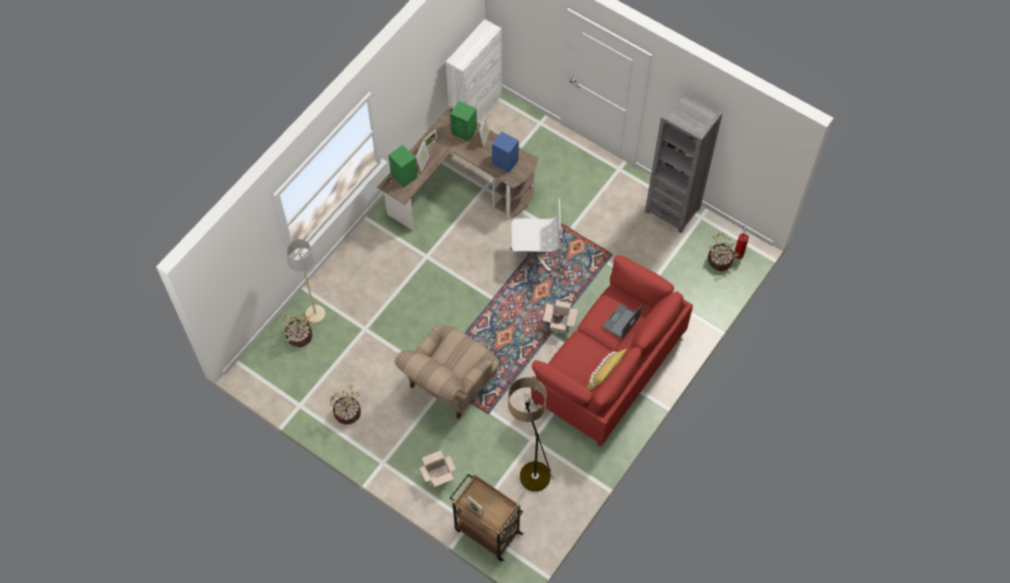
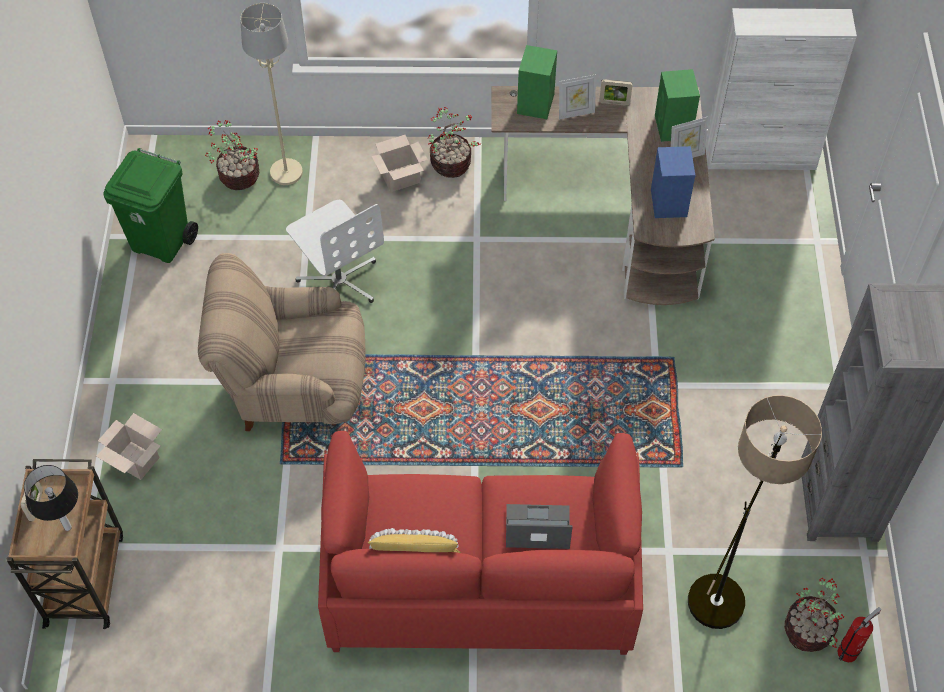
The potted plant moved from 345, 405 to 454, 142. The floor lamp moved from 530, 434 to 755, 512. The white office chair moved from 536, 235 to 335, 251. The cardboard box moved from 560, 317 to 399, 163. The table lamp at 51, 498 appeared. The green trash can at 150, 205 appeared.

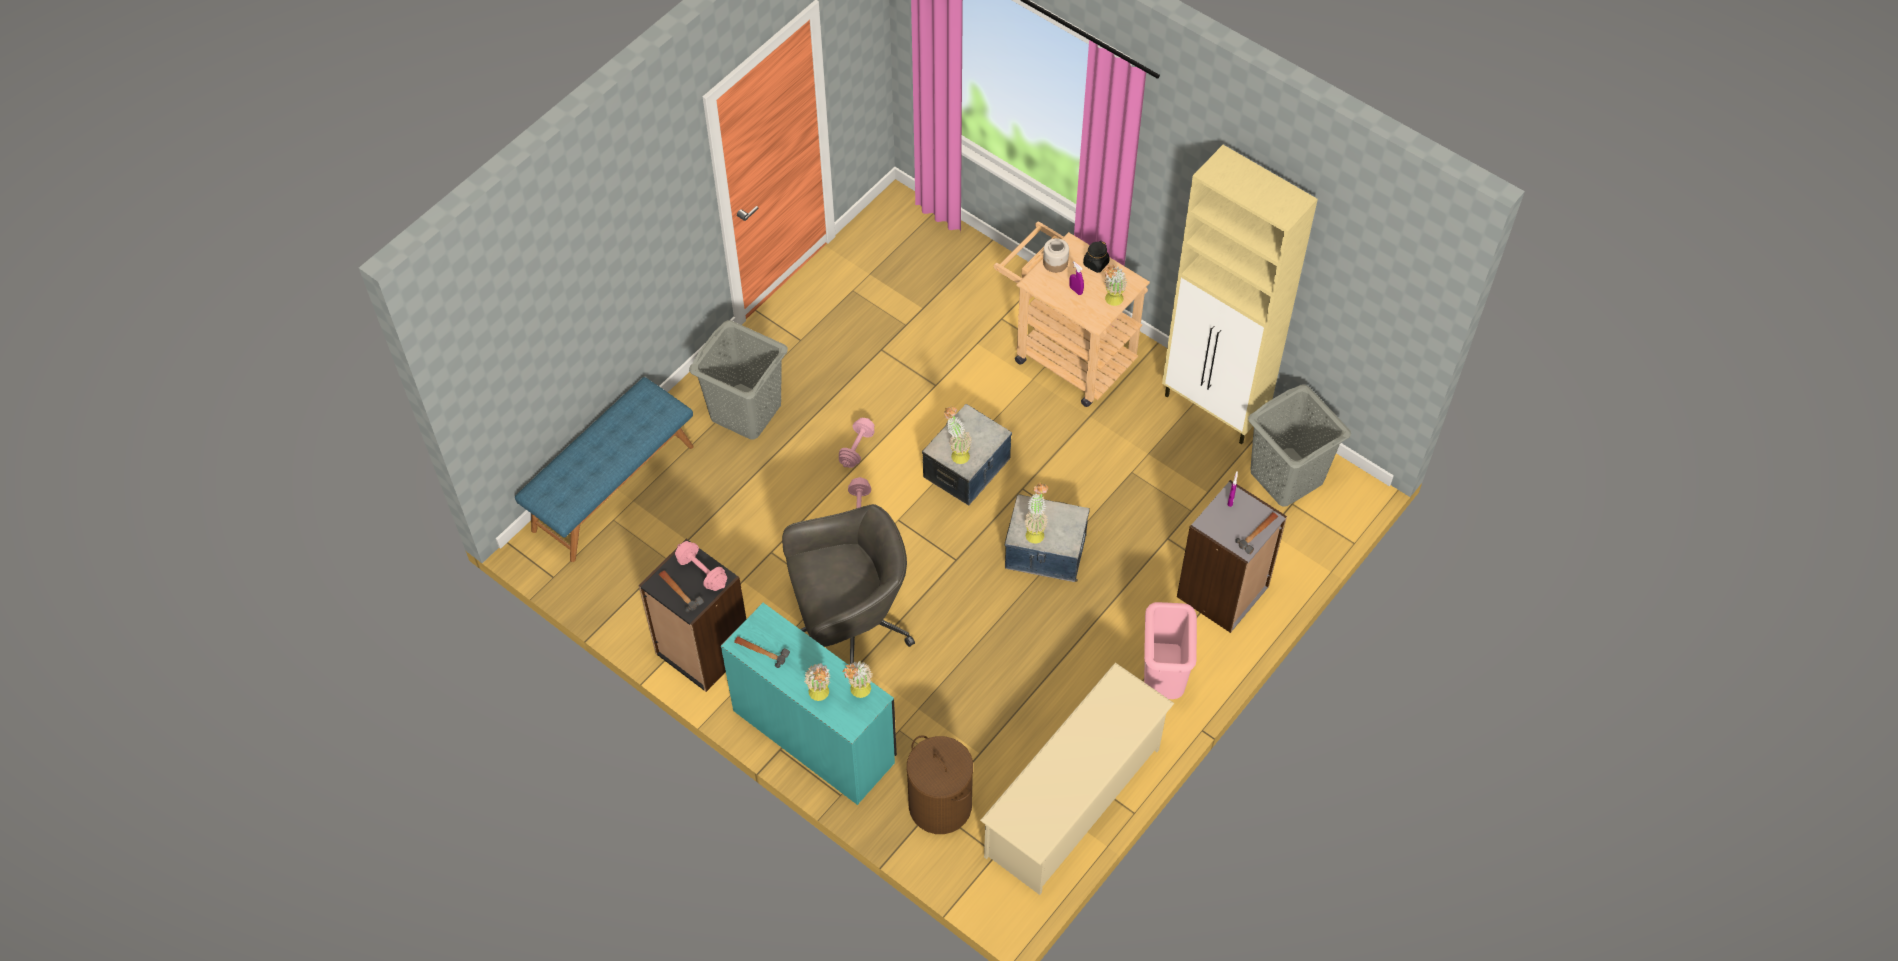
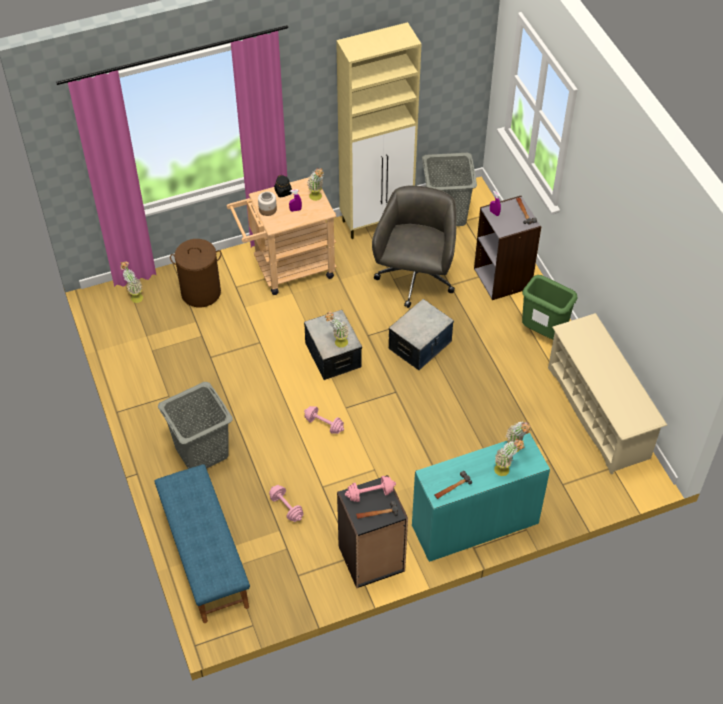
The grey office chair moved from 848, 584 to 414, 246. The pink dumbbell moved from 856, 443 to 286, 503. The brown laundry basket moved from 940, 784 to 195, 273. The potted plant moved from 1036, 512 to 131, 282. The pink trash can at 1170, 650 became the green trash can at 550, 307.

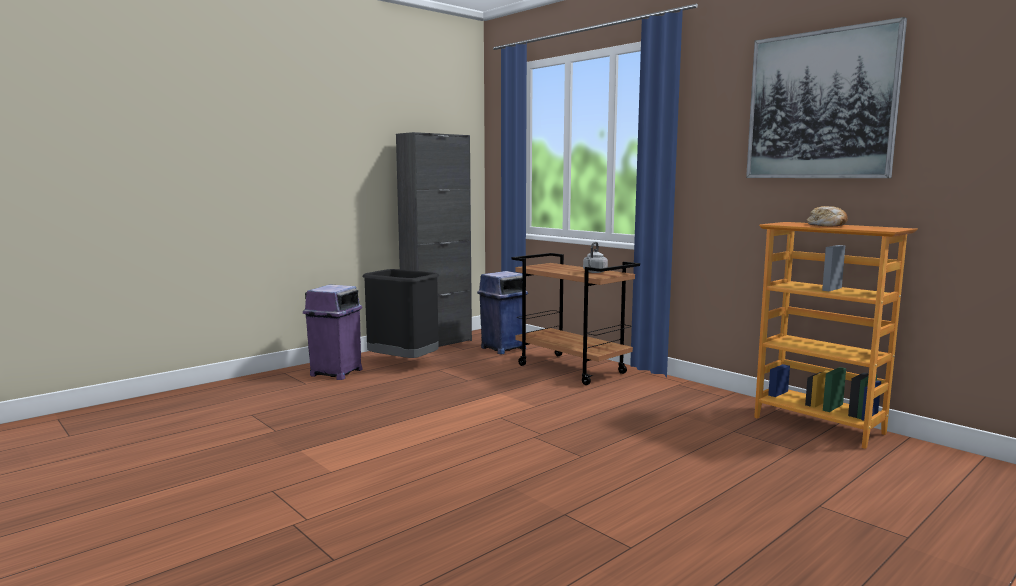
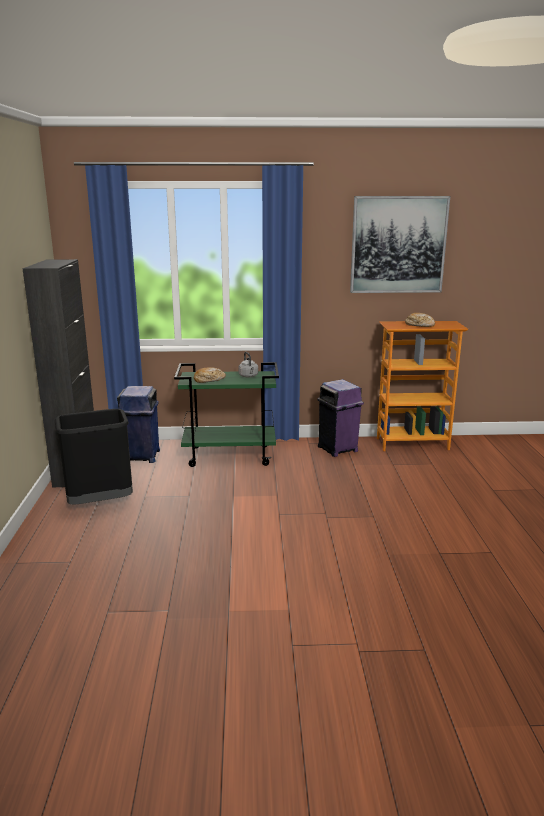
The purple trash can moved from 332, 332 to 340, 418. The brown cart at 575, 319 became the green cart at 226, 414. The bread at 210, 375 appeared.

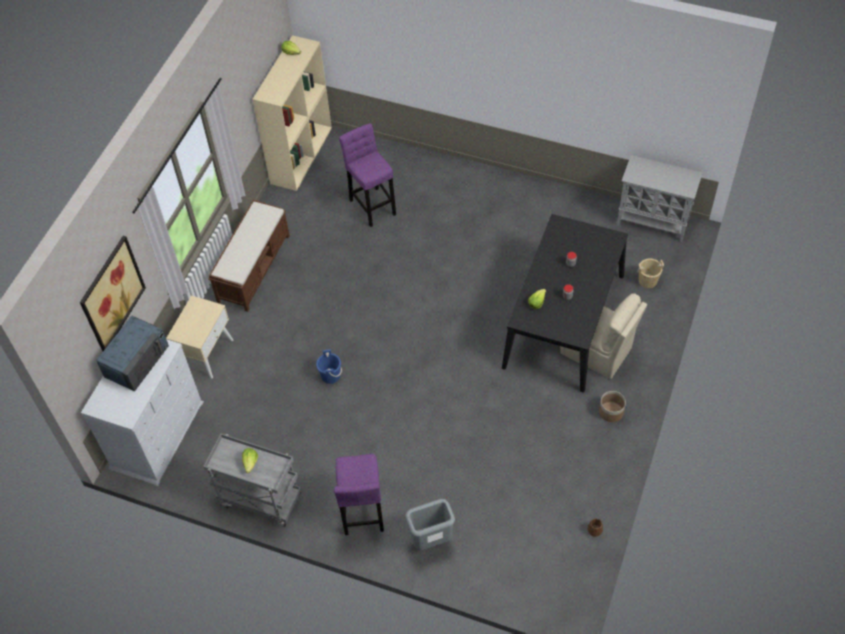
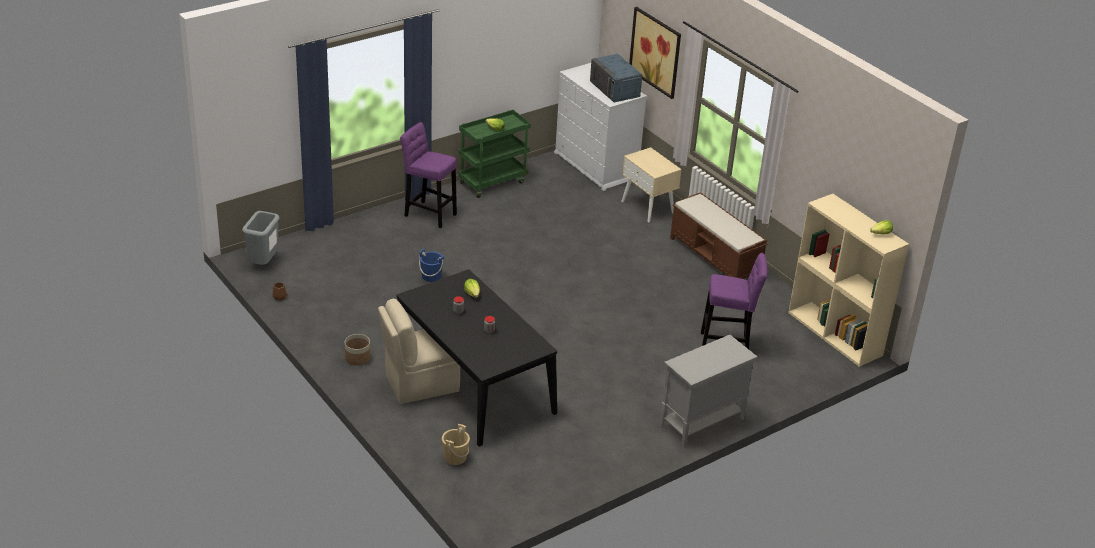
The grey cart at 252, 480 became the green cart at 494, 154. The blue bucket moved from 329, 367 to 431, 265. The grey trash can moved from 430, 524 to 260, 238. The grey cabinet moved from 660, 198 to 708, 391.

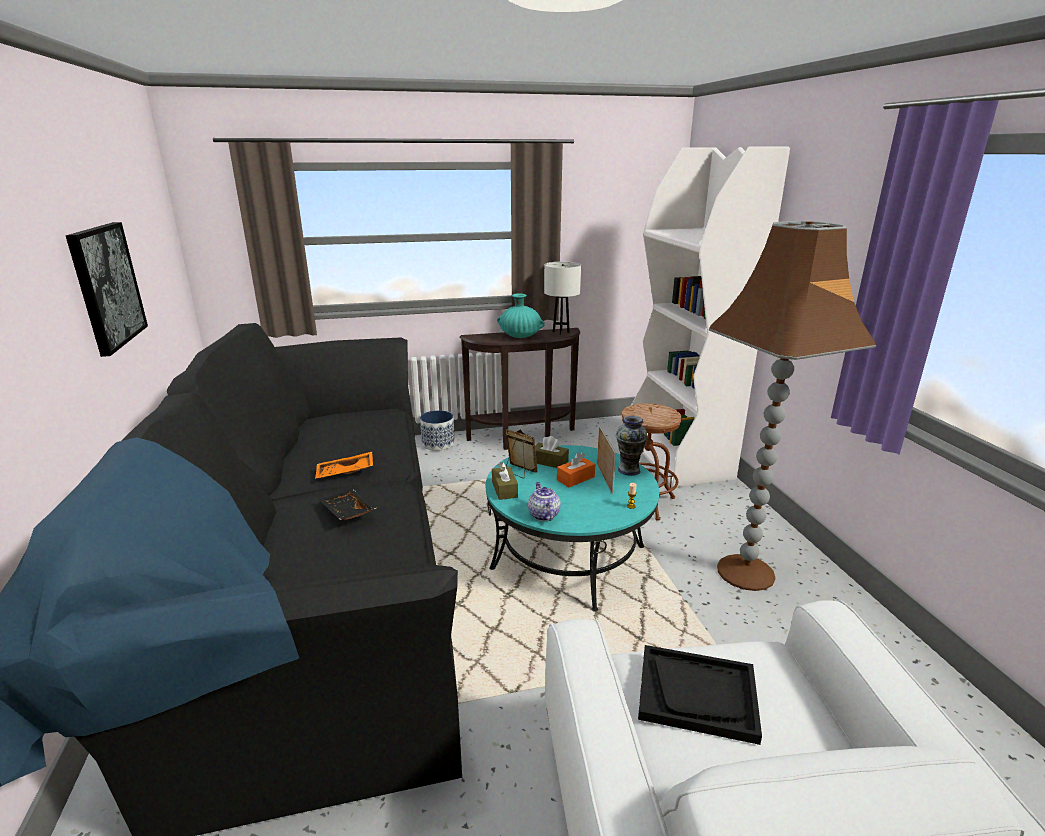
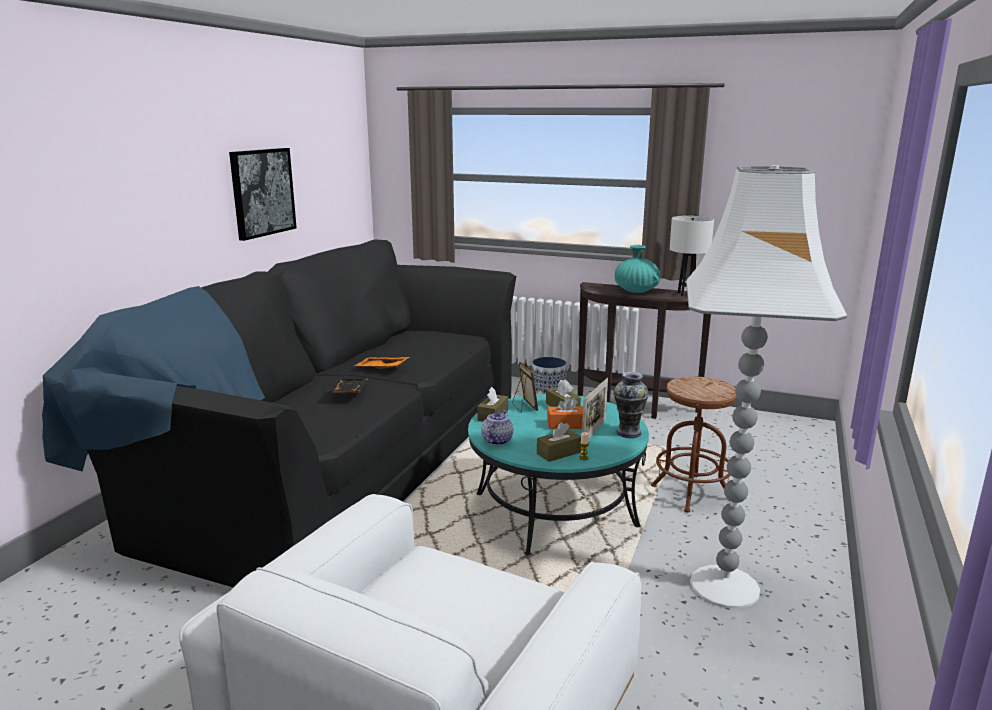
The white bookcase at 710, 317 disappeared. The black tray at 700, 695 disappeared. The brown floor lamp at 792, 406 became the white floor lamp at 766, 386. The brown tissue box at 559, 442 appeared.

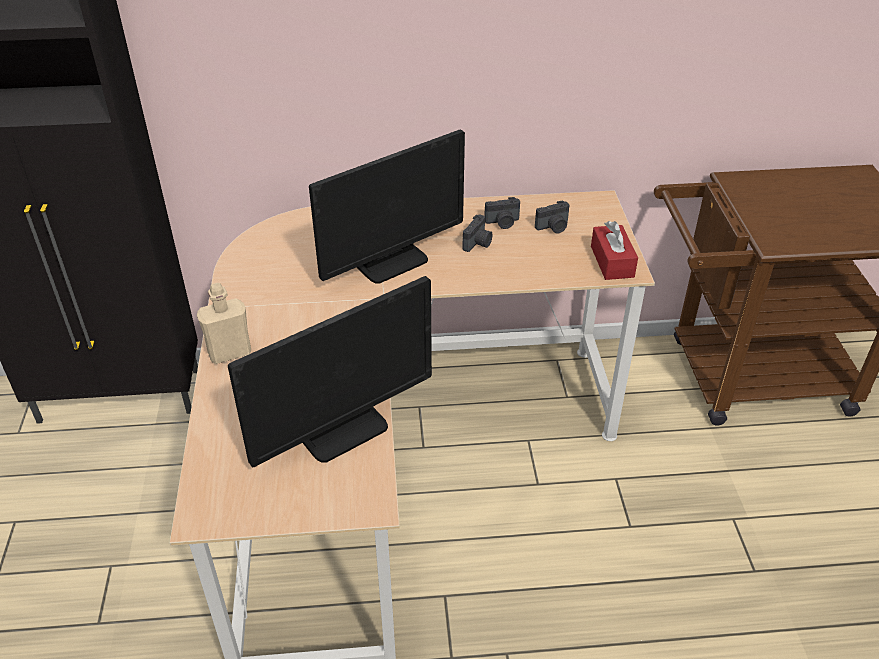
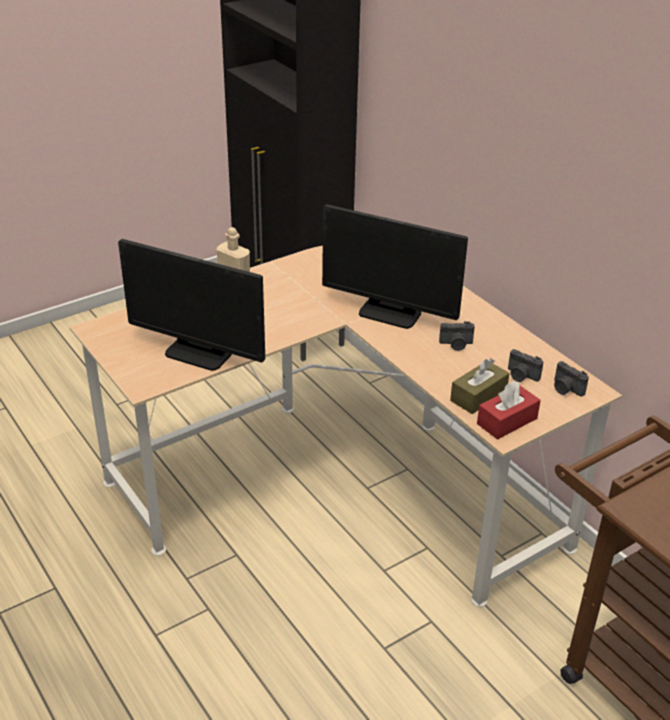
The photo camera moved from 502, 213 to 571, 379. The brown tissue box at 480, 386 appeared.

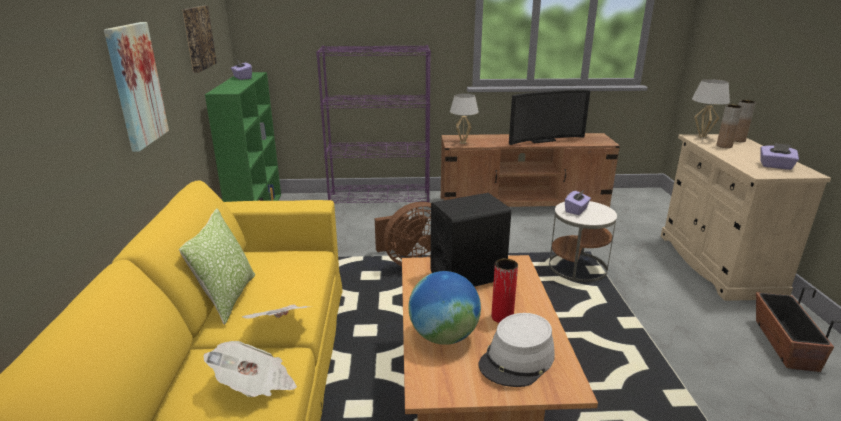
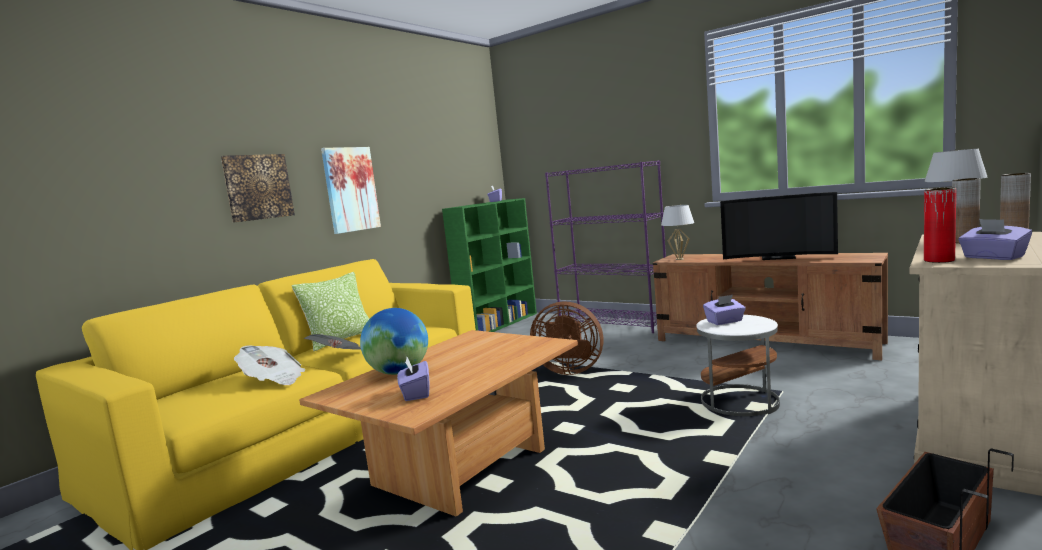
The picture moved from 199, 39 to 258, 188. The black speaker at 471, 240 disappeared. The grey hat at 517, 350 was replaced by the purple tissue box at 413, 379. The red vase moved from 504, 290 to 940, 225.

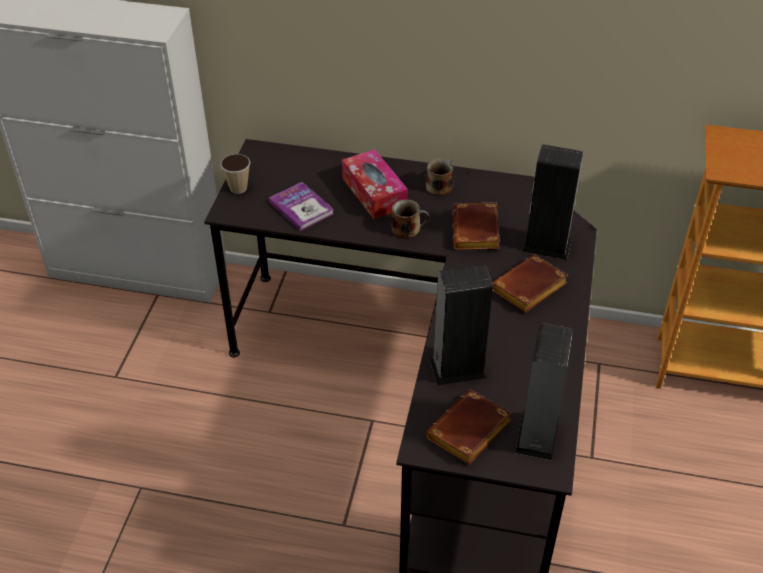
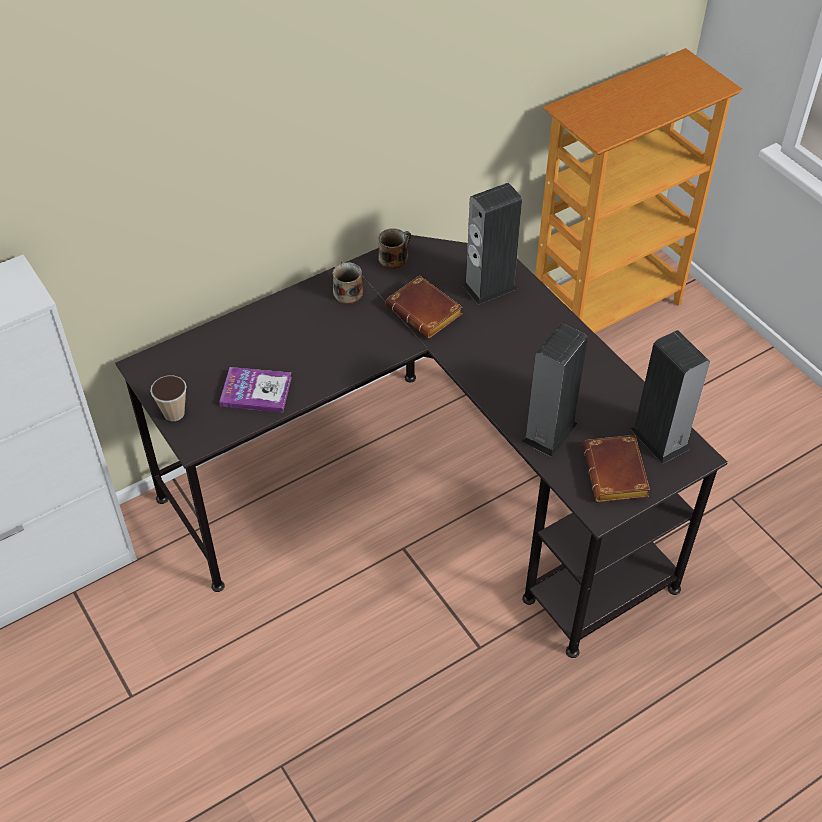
The tissue box at 375, 184 disappeared. The mug moved from 411, 219 to 394, 249. The brown book at 530, 283 disappeared.

